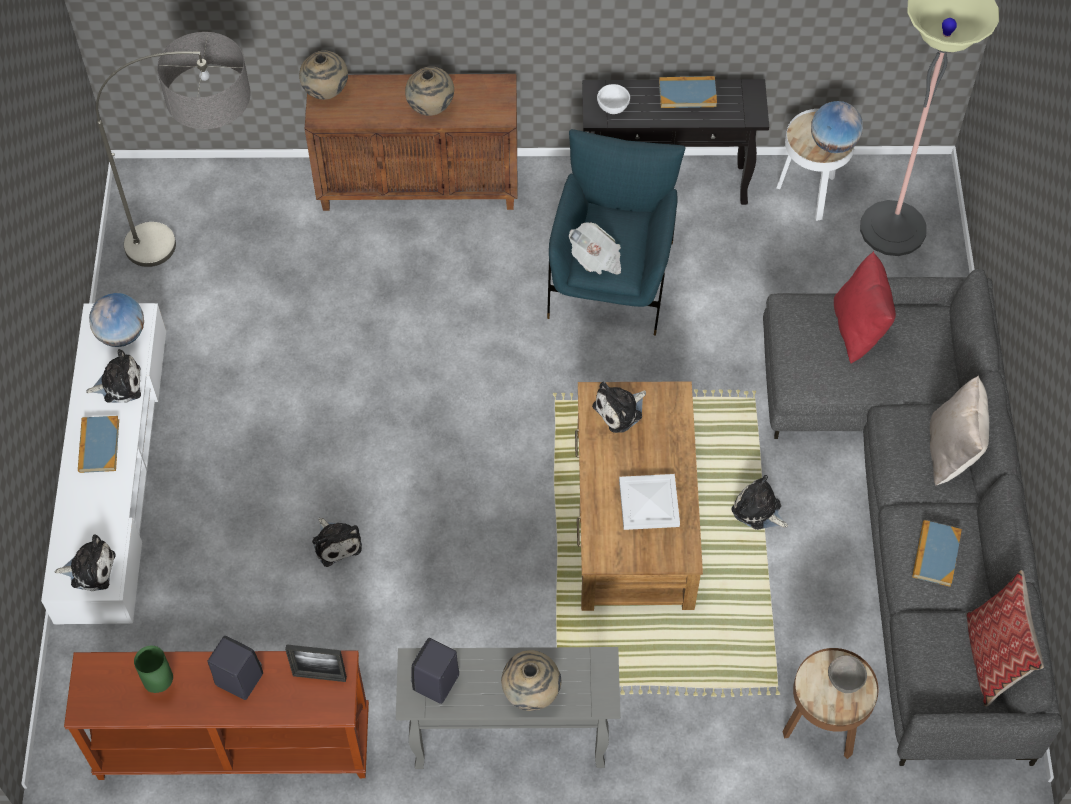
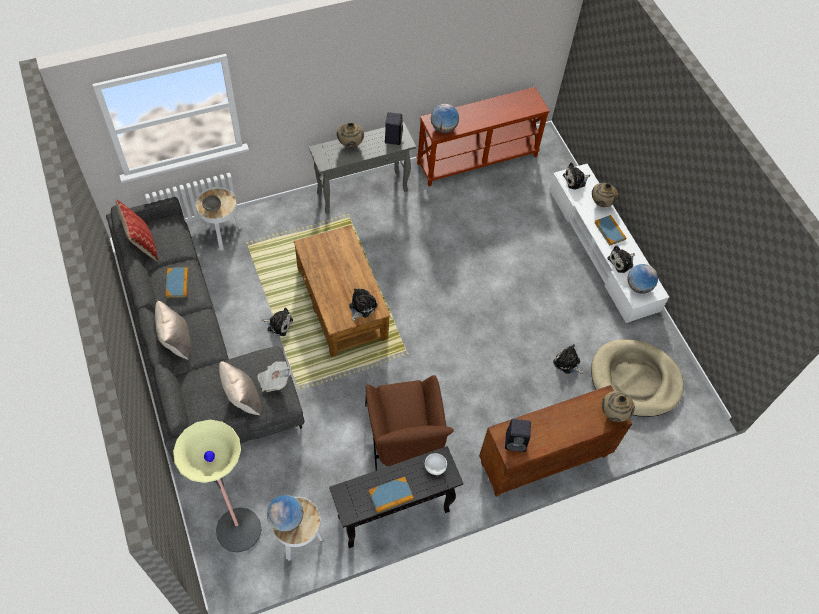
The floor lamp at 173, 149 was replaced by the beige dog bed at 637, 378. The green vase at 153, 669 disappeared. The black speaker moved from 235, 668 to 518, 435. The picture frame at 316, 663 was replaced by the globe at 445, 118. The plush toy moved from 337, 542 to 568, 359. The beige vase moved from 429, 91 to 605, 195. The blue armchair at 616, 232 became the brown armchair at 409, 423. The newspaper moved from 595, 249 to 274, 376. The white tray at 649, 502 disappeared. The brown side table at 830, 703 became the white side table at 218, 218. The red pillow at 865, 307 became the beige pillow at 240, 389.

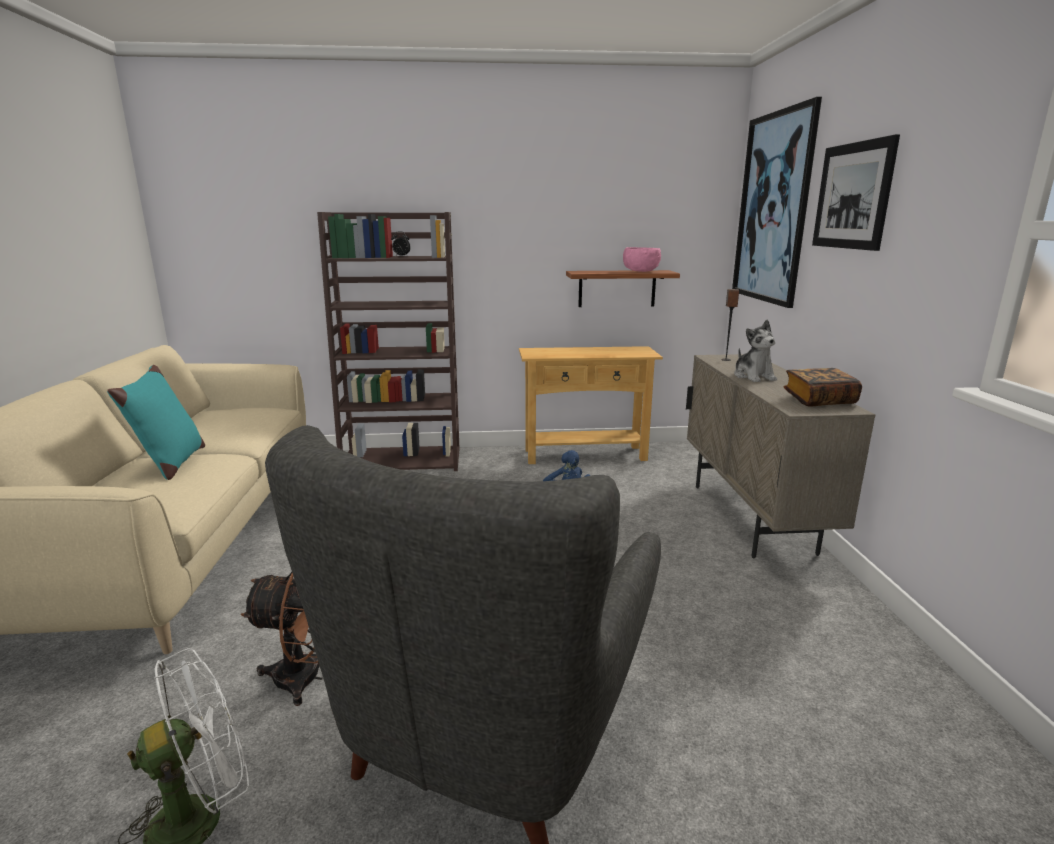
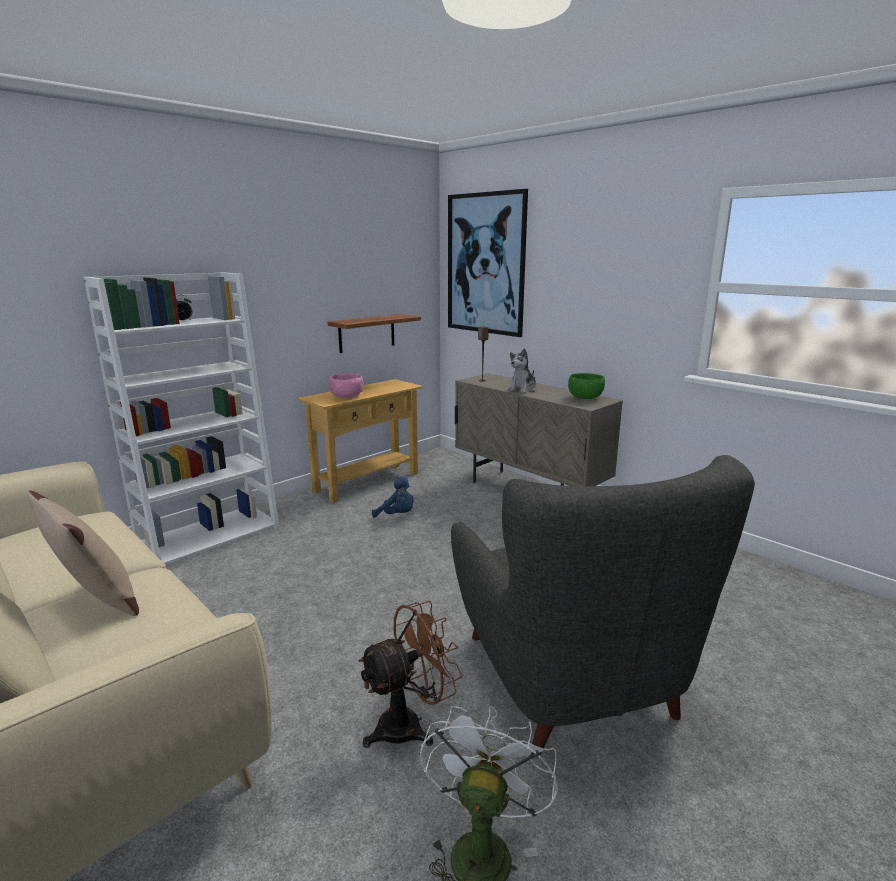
The turquoise pillow at 156, 422 became the beige pillow at 83, 553. The brown bookcase at 388, 341 became the white bookcase at 181, 418. The pink bowl moved from 642, 259 to 346, 386. The plush toy at 755, 351 turned 90 degrees clockwise. The book at 823, 387 was replaced by the green bowl at 586, 386. The picture at 856, 192 disappeared.

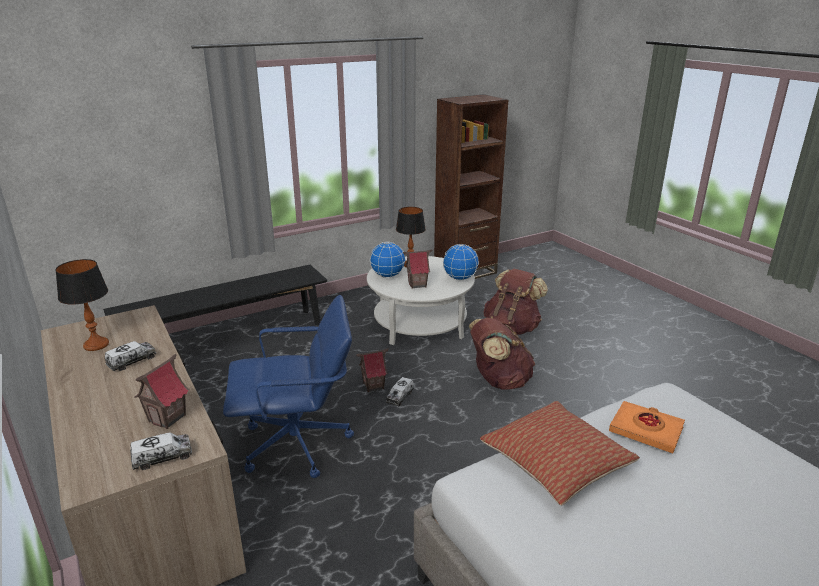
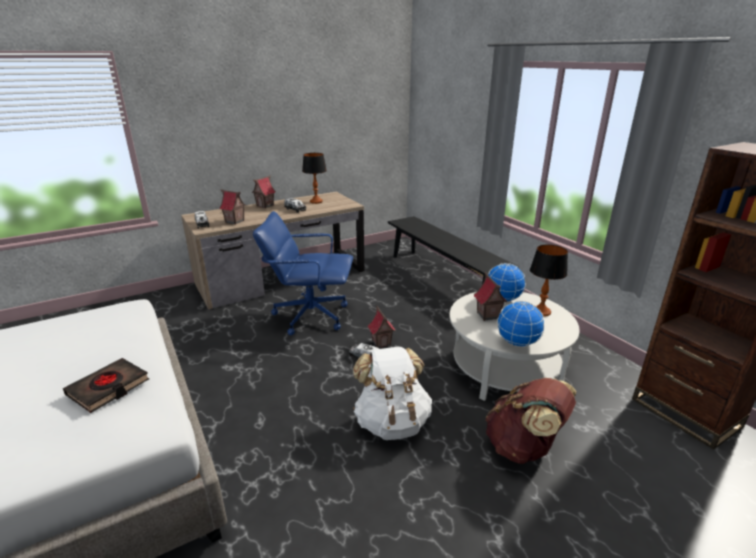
The blue office chair at 288, 386 turned 105 degrees clockwise. The brown backpack at 502, 354 became the white backpack at 392, 393. The pillow at 560, 453 disappeared. The orange book at 647, 427 became the black book at 106, 385. The toy house at 264, 191 appeared.

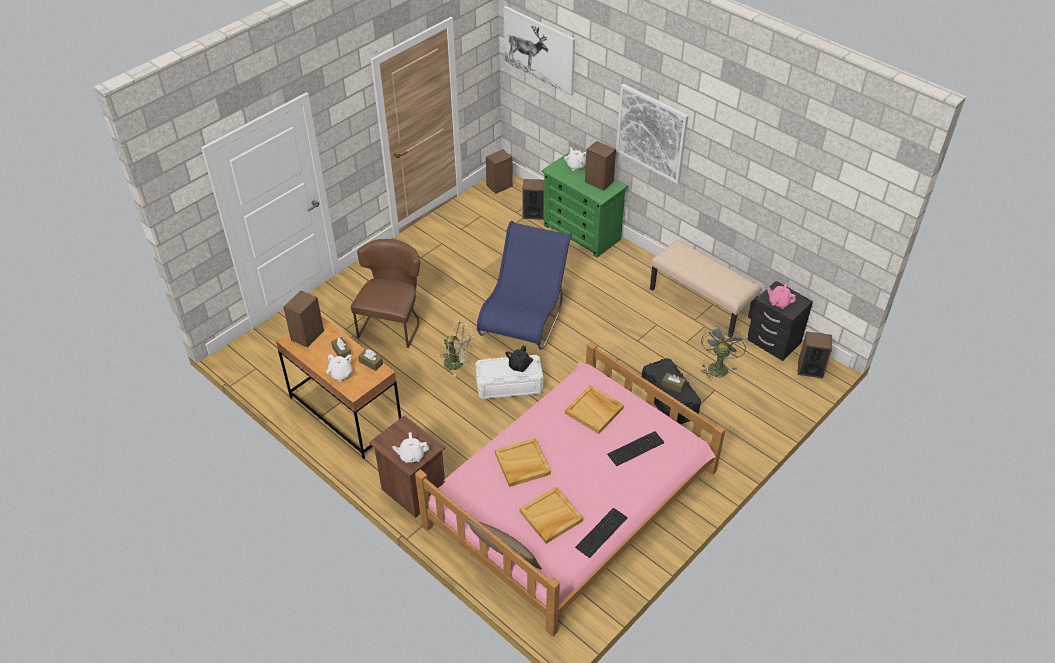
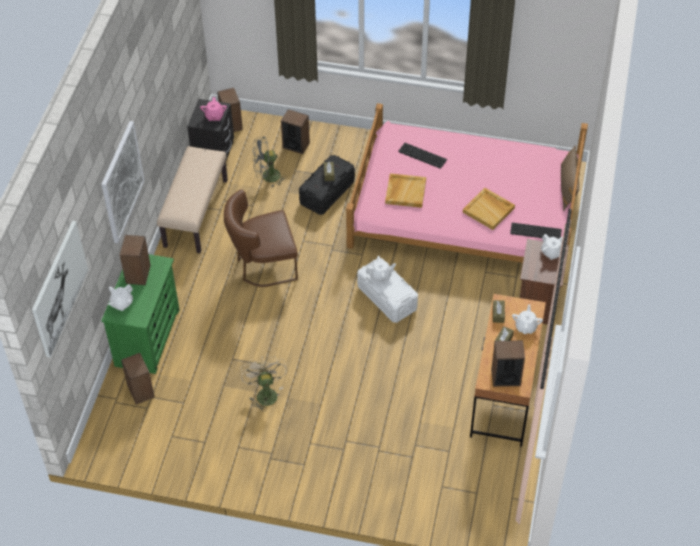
The brown chair moved from 385, 293 to 261, 238. The beige fan moved from 457, 349 to 264, 384. The blue chair at 524, 285 disappeared. The speaker moved from 499, 171 to 295, 131. The black teapot at 519, 359 became the white teapot at 381, 269. The beige tray at 551, 515 disappeared. The keyboard moved from 601, 533 to 536, 231.

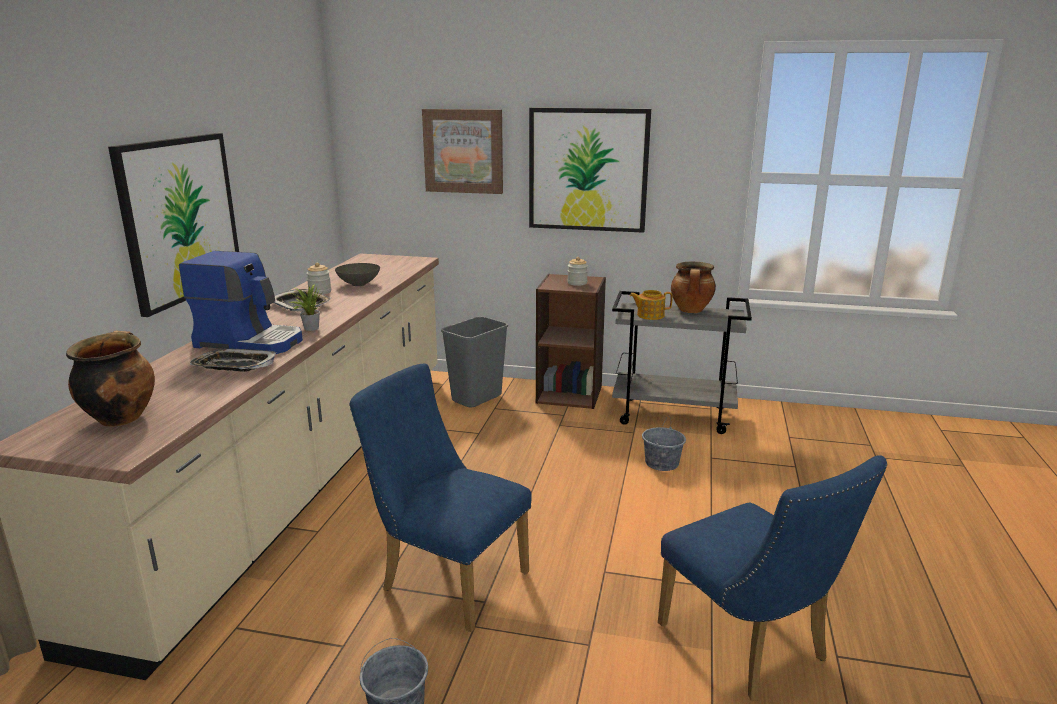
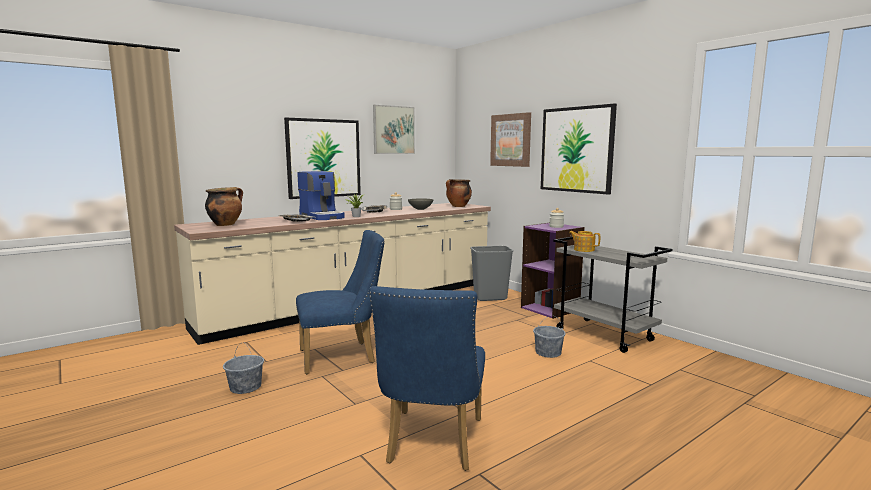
The blue chair at 440, 498 turned 90 degrees clockwise. The brown bookcase at 571, 341 became the purple bookcase at 553, 271. The cooking pot moved from 693, 287 to 459, 193. The picture at 394, 129 appeared.

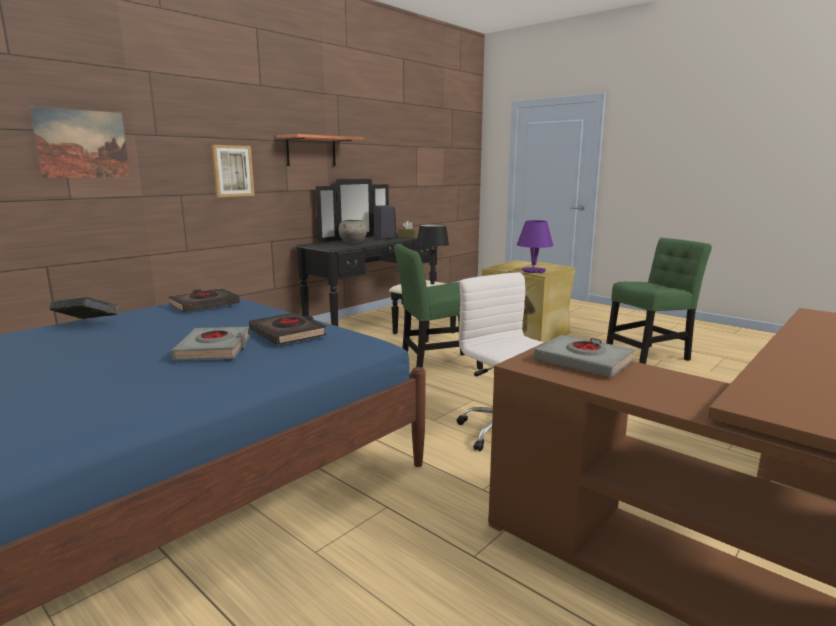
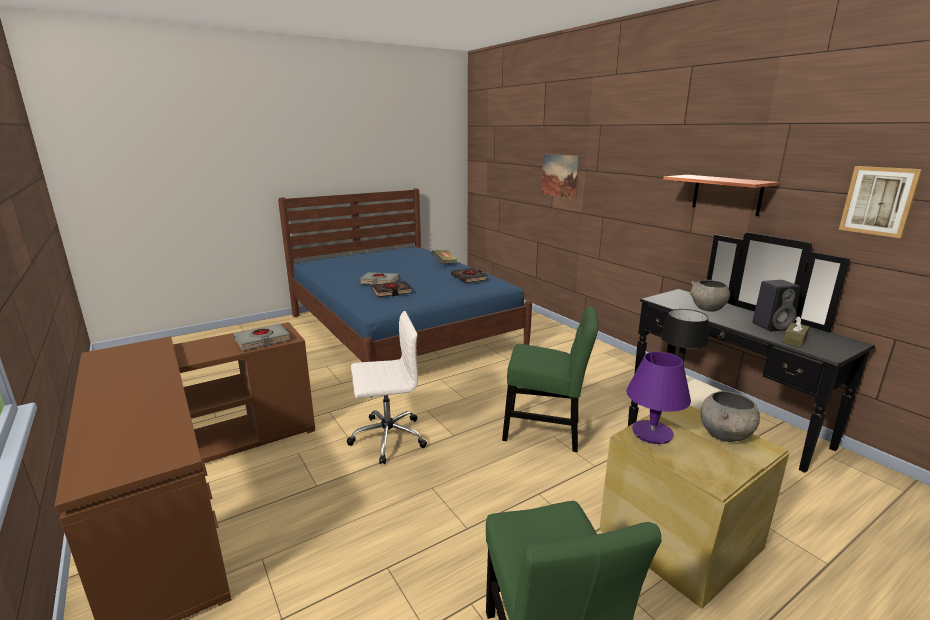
The picture moved from 233, 171 to 881, 202. The green chair at 438, 307 turned 105 degrees clockwise. The grey bowl at 730, 416 appeared.

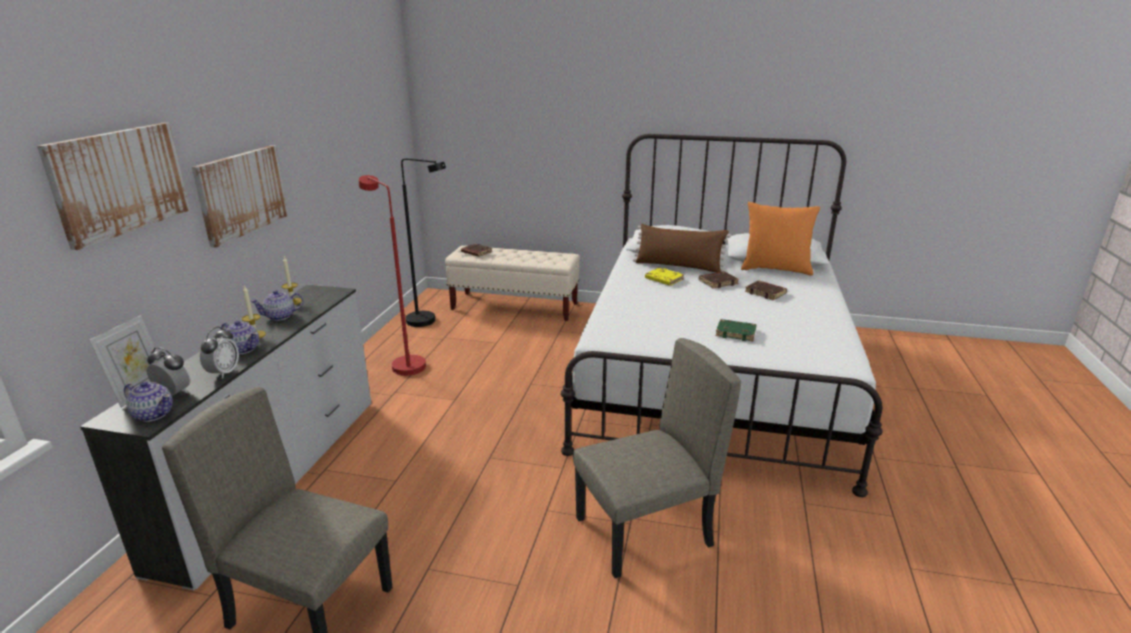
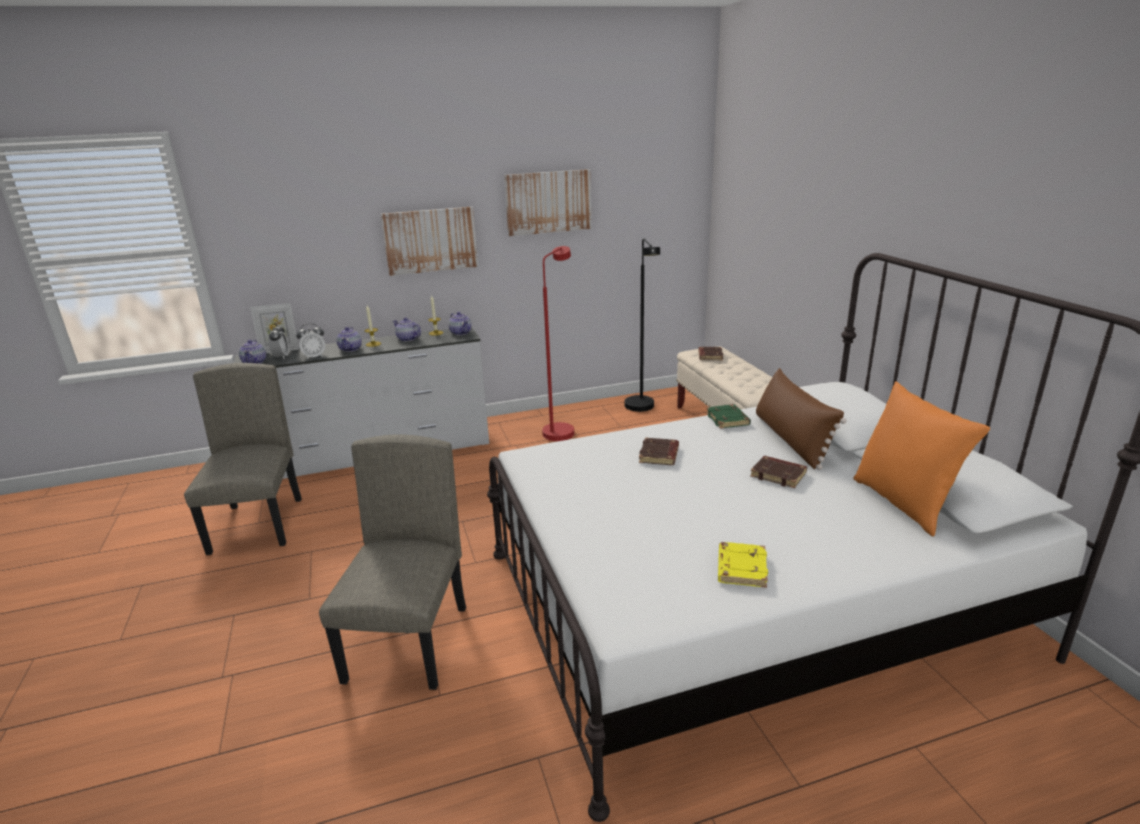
The picture moved from 113, 186 to 548, 202. The beige chair at 657, 458 turned 120 degrees counterclockwise. The yellow book moved from 664, 276 to 743, 565. The green book moved from 736, 330 to 728, 416. The brown book moved from 766, 290 to 659, 451. The teapot at 459, 323 appeared.

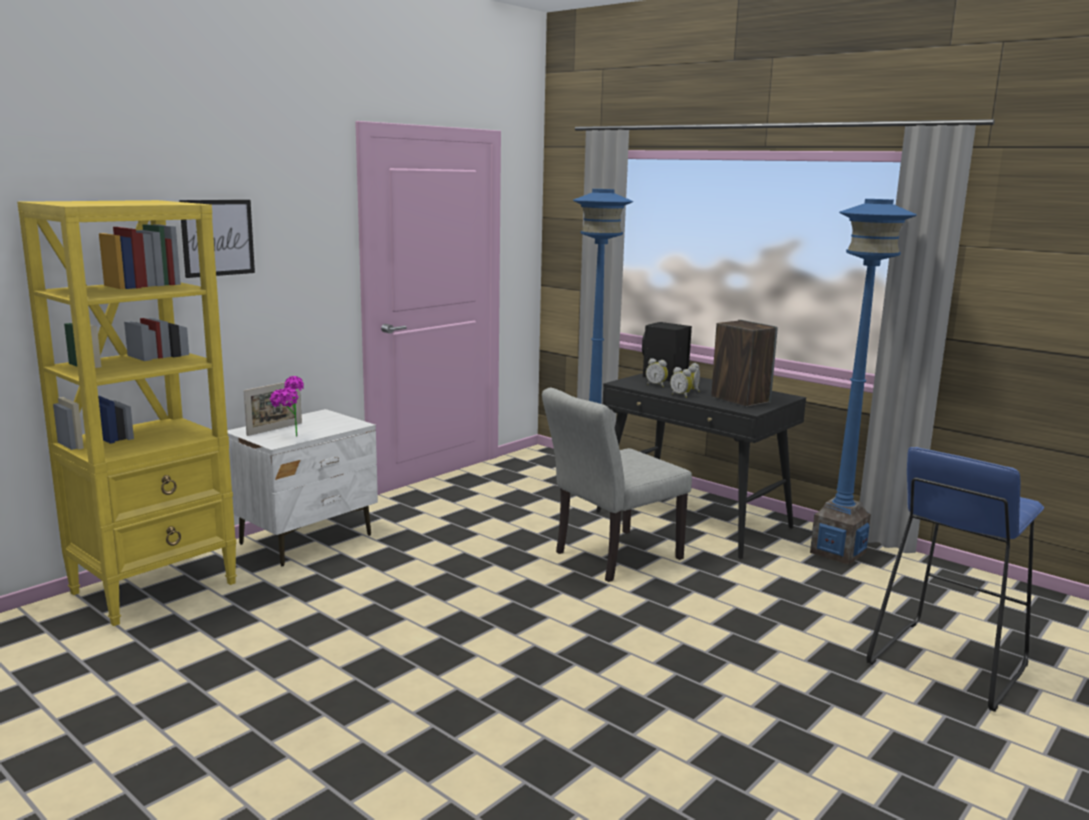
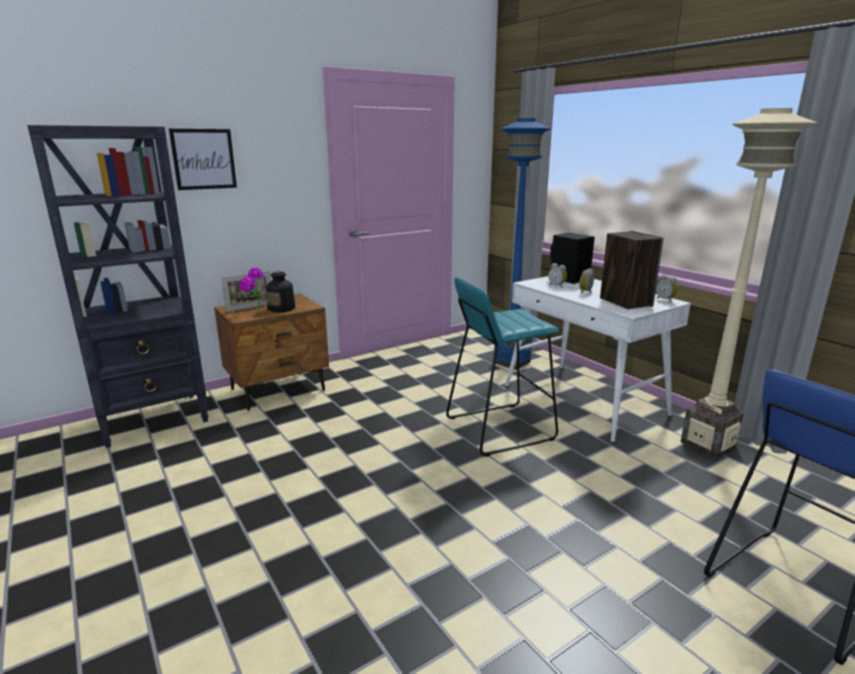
The yellow bookcase at 127, 413 became the black bookcase at 118, 286. The white nightstand at 302, 487 became the brown nightstand at 271, 352. The grey chair at 617, 485 was replaced by the turquoise stool at 502, 367. The black desk at 701, 466 became the white desk at 598, 359. The alarm clock moved from 681, 382 to 667, 289. The blue floor lamp at 863, 382 became the beige floor lamp at 749, 283. The bottle at 280, 292 appeared.

